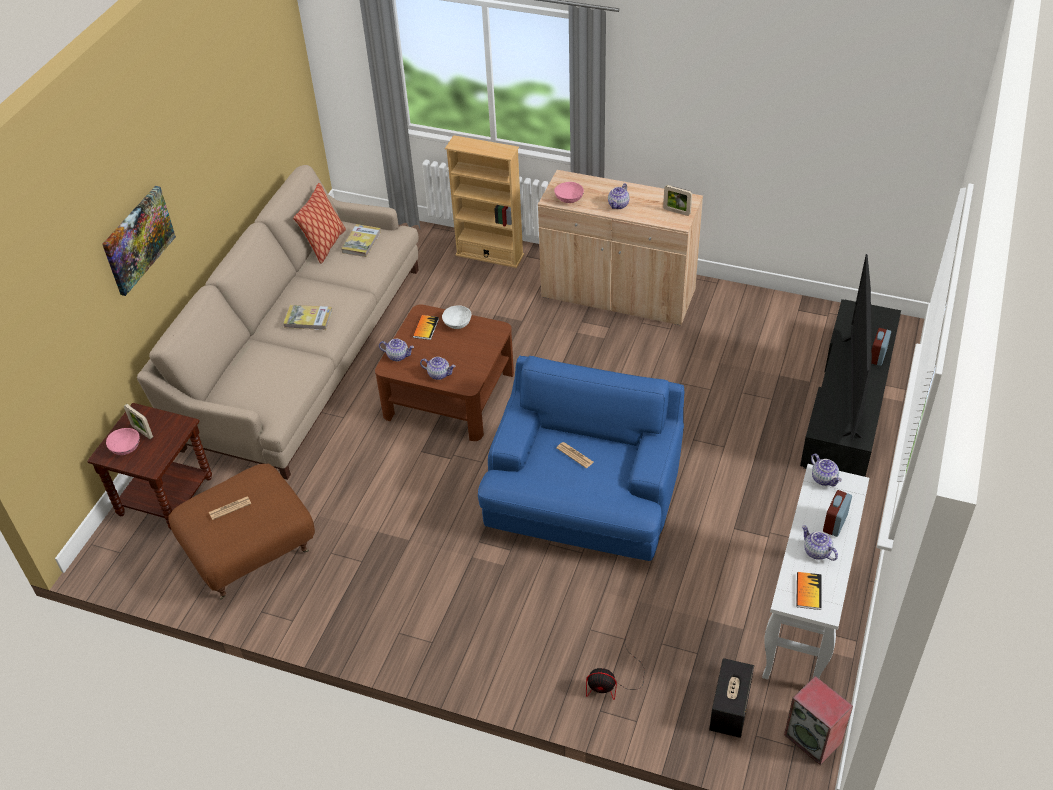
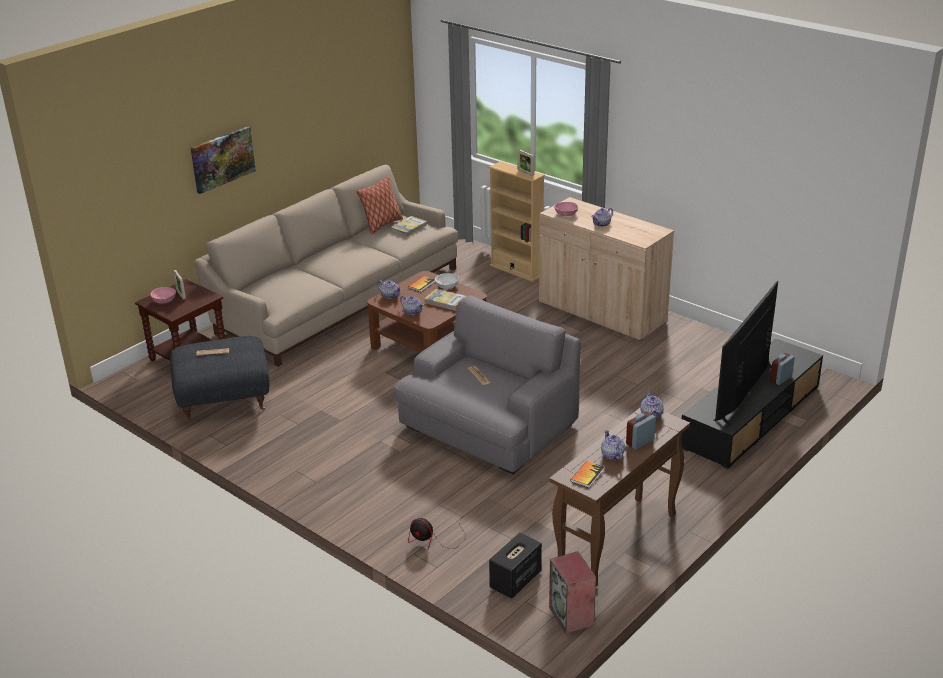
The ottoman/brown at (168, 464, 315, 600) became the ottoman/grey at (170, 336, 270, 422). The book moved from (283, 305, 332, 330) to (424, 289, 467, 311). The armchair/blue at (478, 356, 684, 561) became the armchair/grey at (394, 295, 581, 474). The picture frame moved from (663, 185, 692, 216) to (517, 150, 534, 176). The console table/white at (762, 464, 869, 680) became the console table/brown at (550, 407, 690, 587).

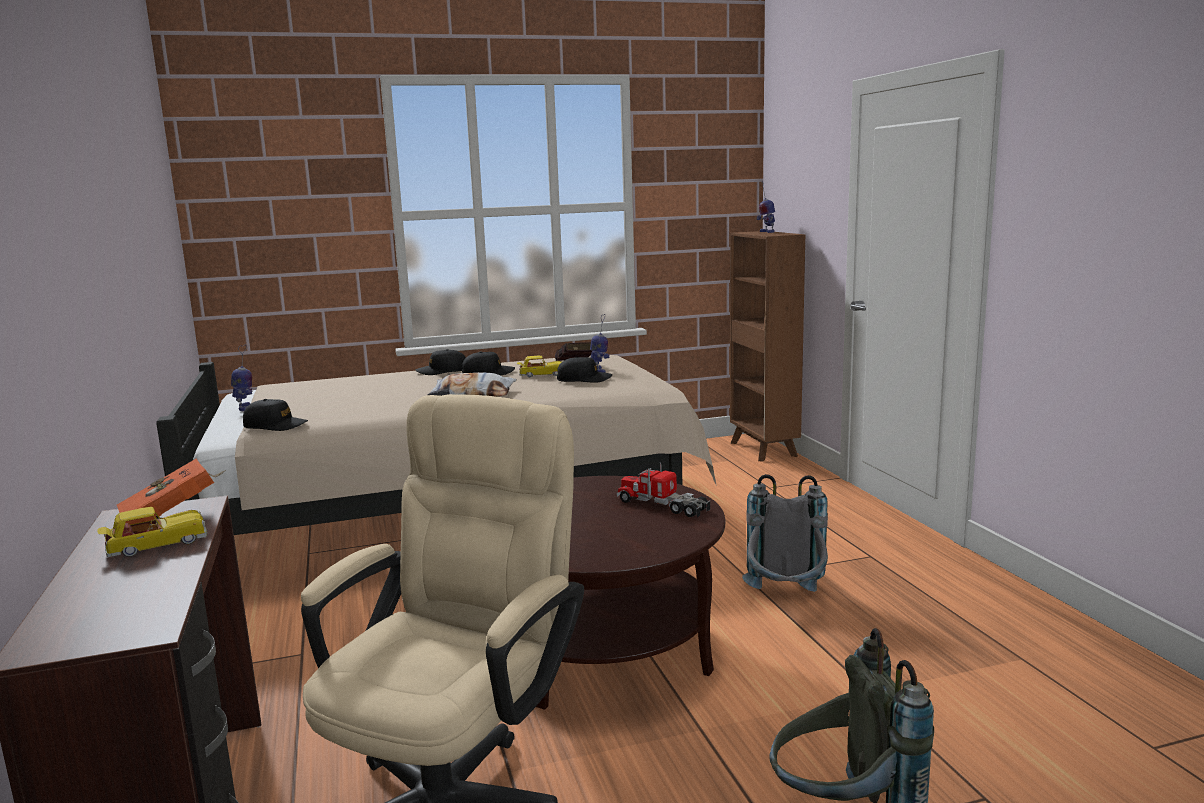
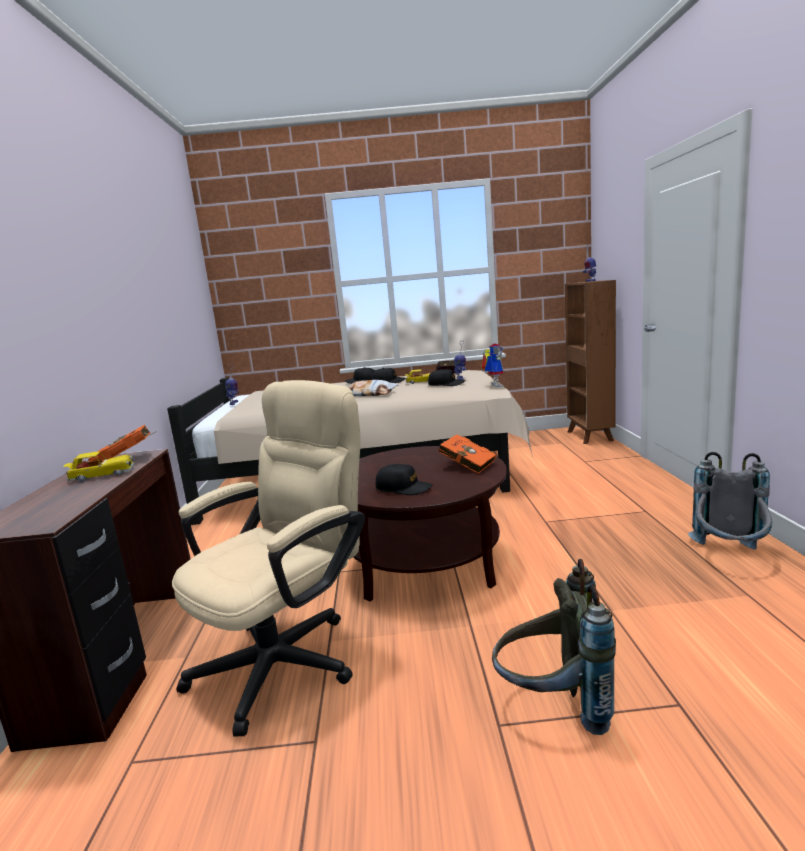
The cap/black moved from (243, 399, 308, 431) to (376, 464, 433, 495). The toy truck at (617, 463, 711, 518) was replaced by the book/orange at (438, 434, 496, 474). The backpack/grey moved from (742, 474, 828, 592) to (688, 452, 772, 550). The toy robot at (481, 344, 504, 387) appeared.

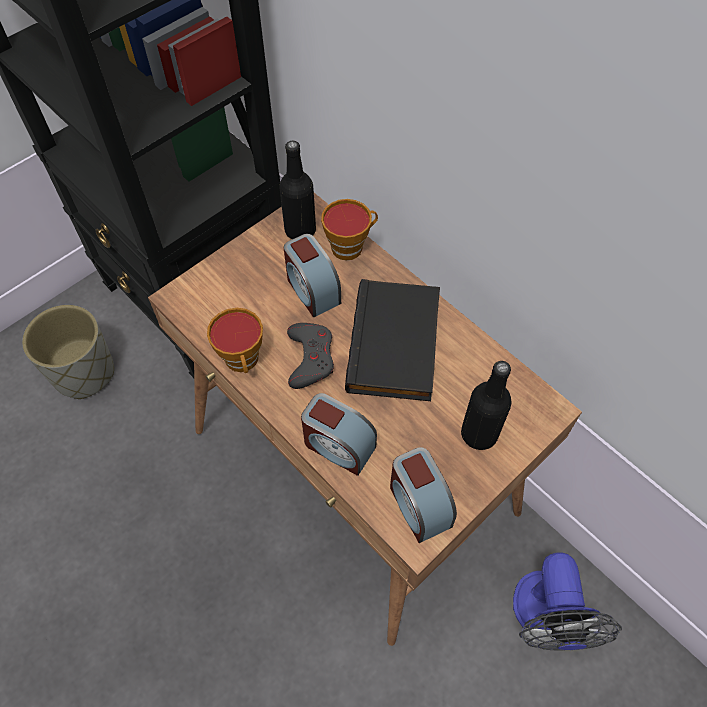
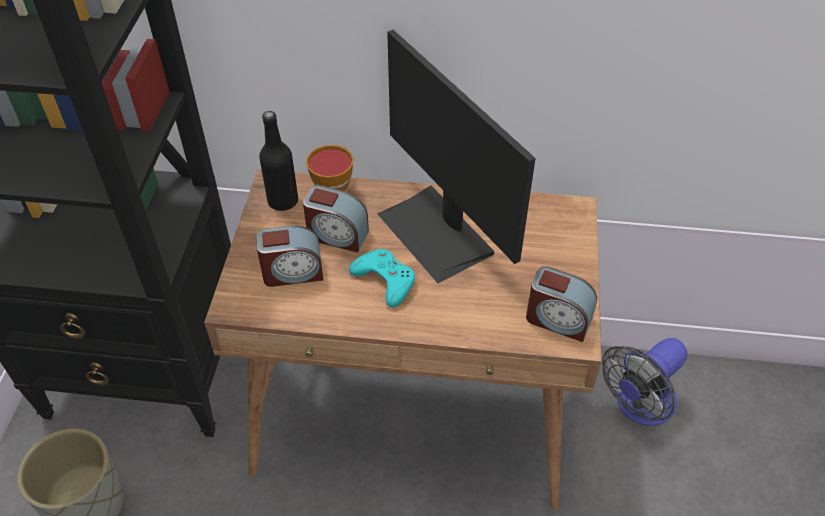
The cup at (207, 308, 263, 373) disappeared. The game controller/grey at (287, 323, 334, 389) became the game controller/turquoise at (349, 249, 415, 308). The alarm clock moved from (301, 393, 377, 476) to (256, 225, 323, 287). The book/black at (345, 279, 440, 401) was replaced by the monitor at (377, 30, 535, 283). The bottle/black at (461, 361, 512, 450) disappeared. The fan at (513, 552, 622, 651) turned 90 degrees clockwise.

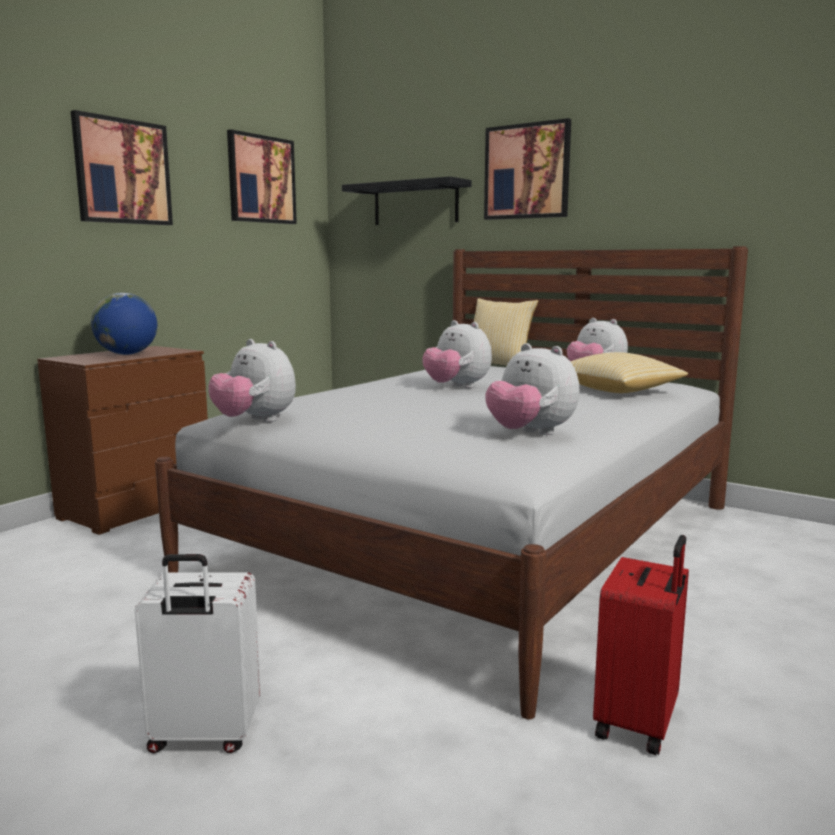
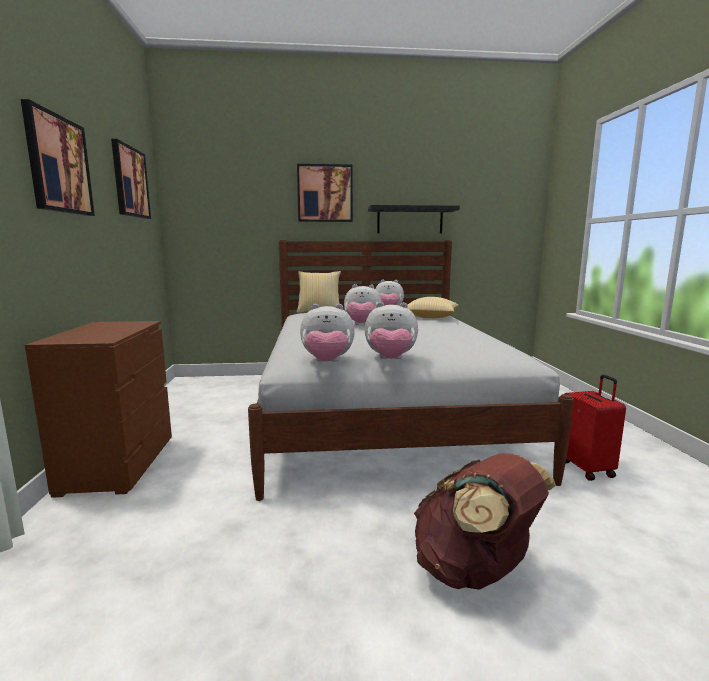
The globe at (91, 293, 157, 355) disappeared. The suitcase/white at (135, 554, 261, 753) was replaced by the backpack/brown at (414, 453, 556, 590). The shelf/black moved from (342, 176, 472, 225) to (368, 205, 460, 233). The plush toy moved from (486, 343, 579, 435) to (365, 302, 418, 359).

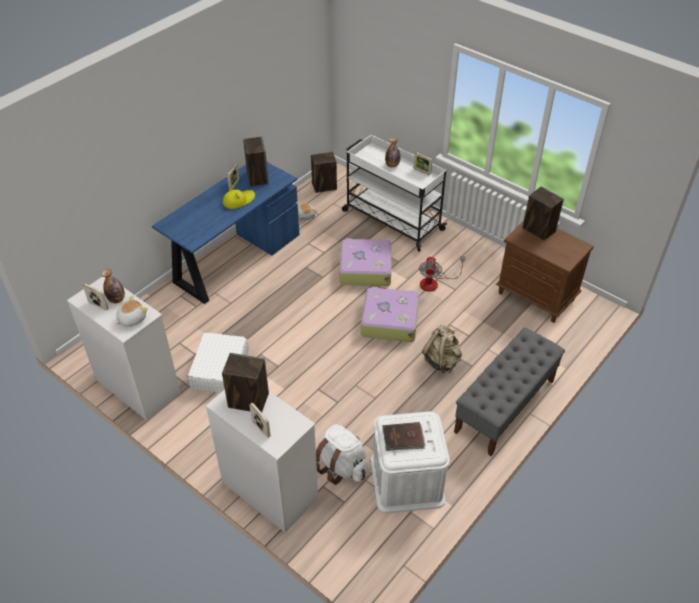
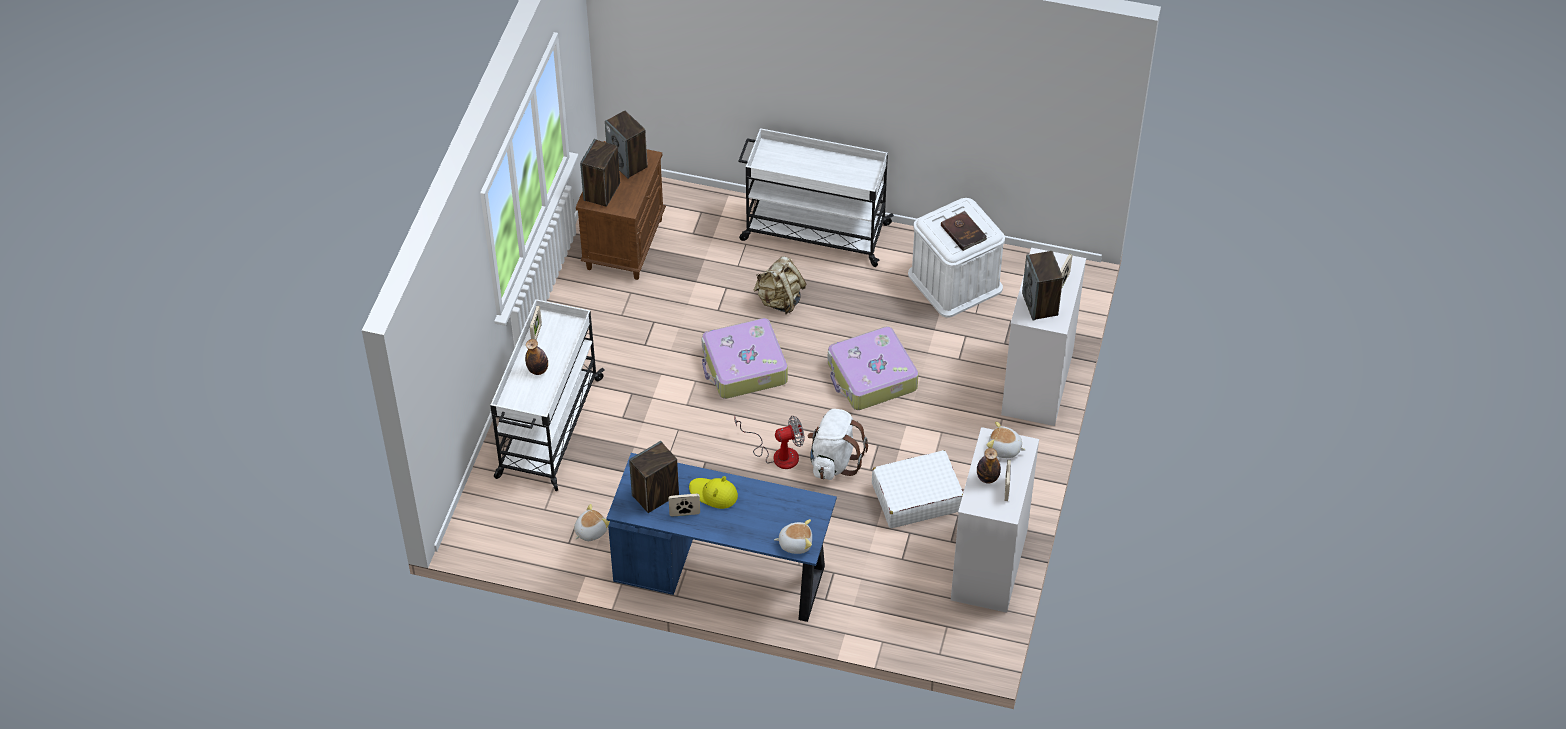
The speaker moved from (311, 152, 337, 193) to (605, 111, 648, 179). The backpack/white moved from (316, 424, 368, 485) to (808, 409, 868, 480). The suitcase moved from (339, 238, 391, 286) to (828, 326, 919, 410). The fan moved from (419, 256, 466, 292) to (735, 416, 805, 469). The bench/grey at (454, 327, 565, 456) was replaced by the cart/white at (738, 128, 894, 267). The plush toy at (774, 519, 812, 554) appeared.

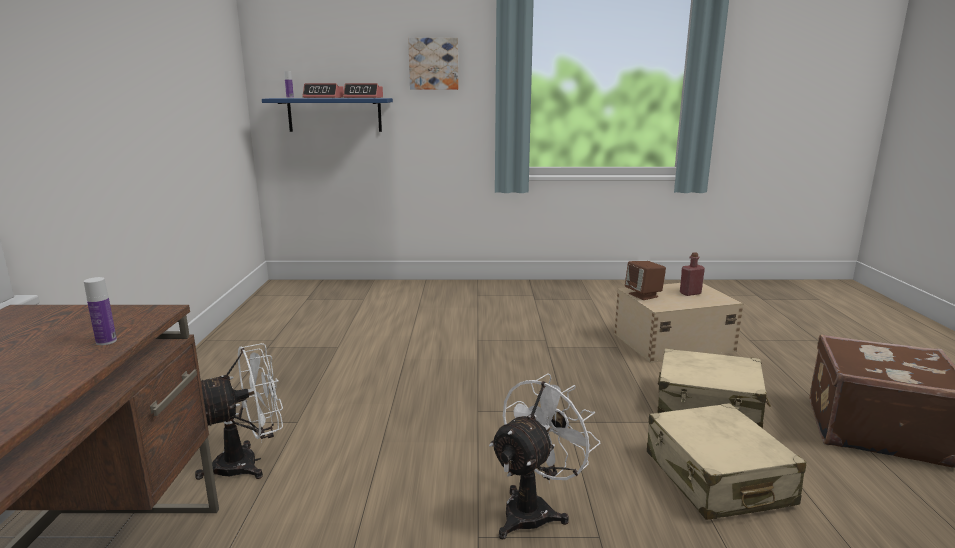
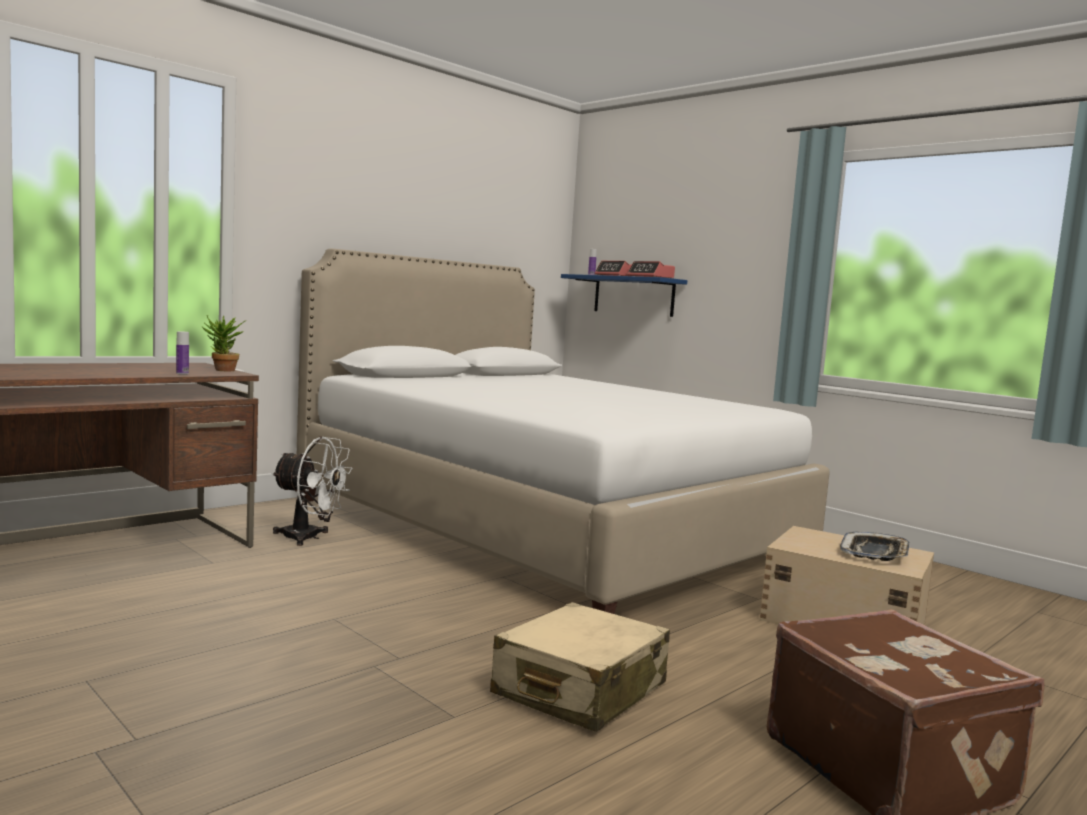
The picture at (408, 38, 458, 90) disappeared. The fan/white at (489, 373, 600, 540) disappeared. The speaker/brown at (625, 261, 666, 300) disappeared. The suitcase/beige at (657, 349, 771, 428) disappeared. The bottle/red at (680, 252, 705, 296) was replaced by the tray at (840, 532, 910, 561). The potted plant at (201, 315, 247, 371) appeared. The bed/white at (297, 249, 830, 614) appeared.

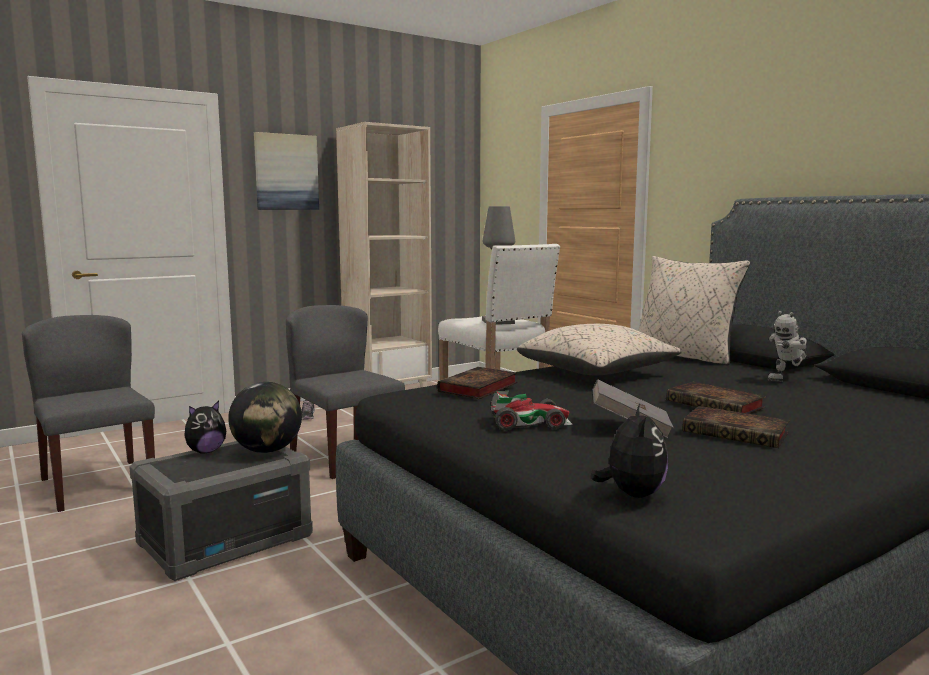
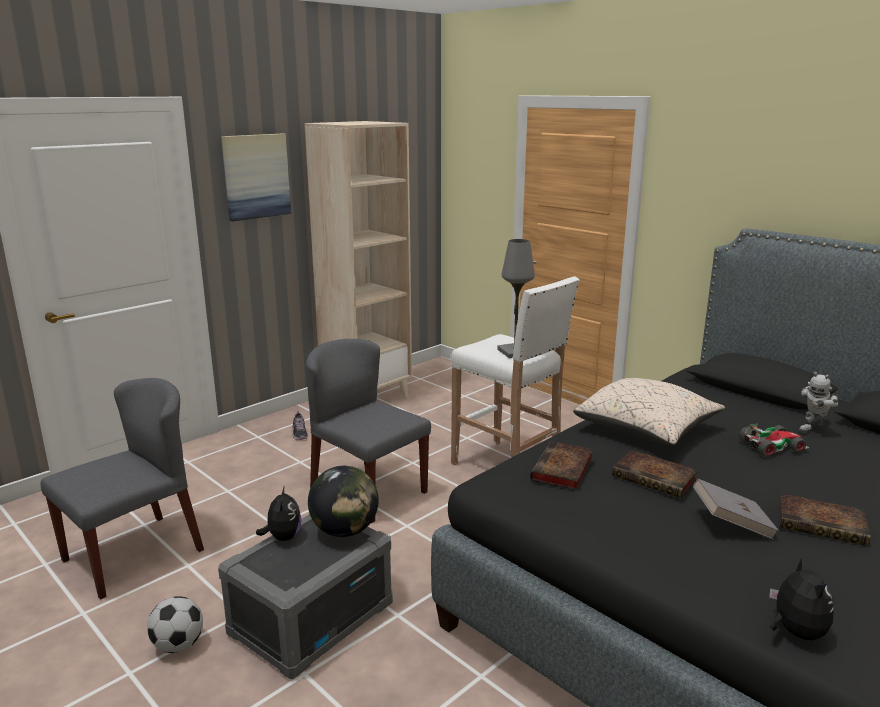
The chair/grey at (22, 315, 155, 512) turned 90 degrees clockwise. The plush toy at (184, 401, 226, 453) turned 45 degrees counterclockwise. The toy car moved from (490, 391, 573, 431) to (739, 424, 809, 457). The pillow/beige at (638, 256, 750, 365) disappeared. The book moved from (667, 382, 766, 414) to (612, 450, 698, 498). The football at (147, 596, 203, 653) appeared.

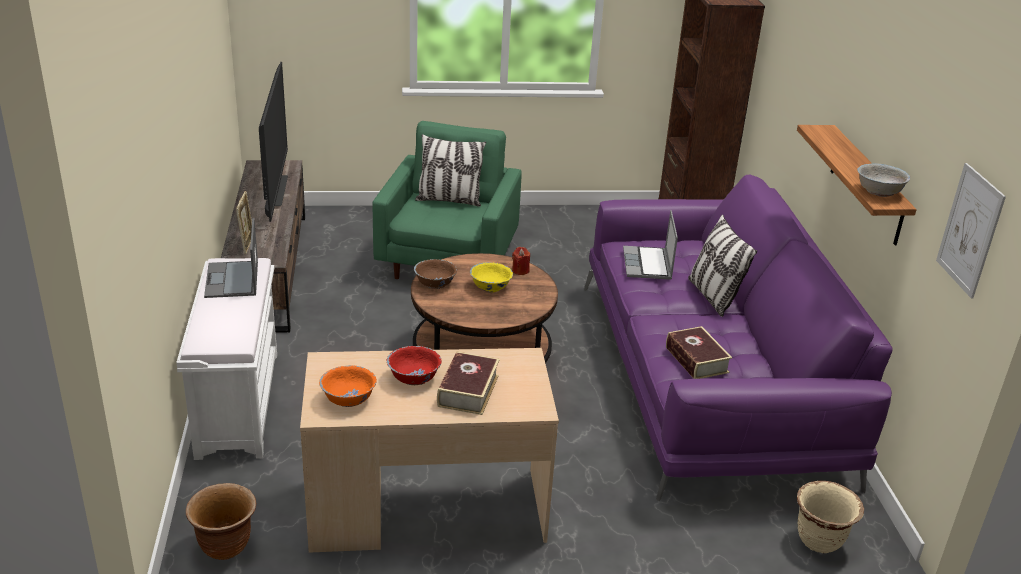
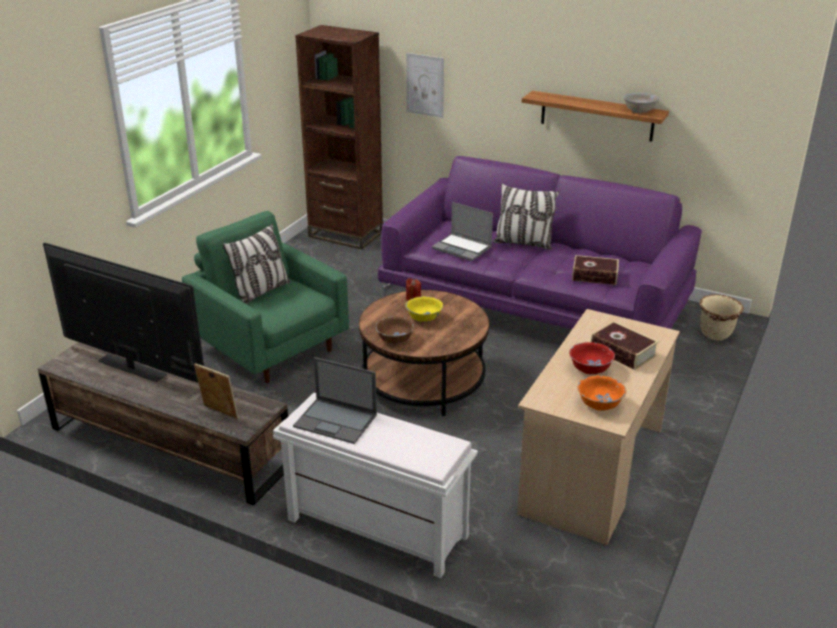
The planter/brown at (186, 483, 256, 560) disappeared. The picture moved from (936, 163, 1006, 298) to (406, 53, 444, 118).

